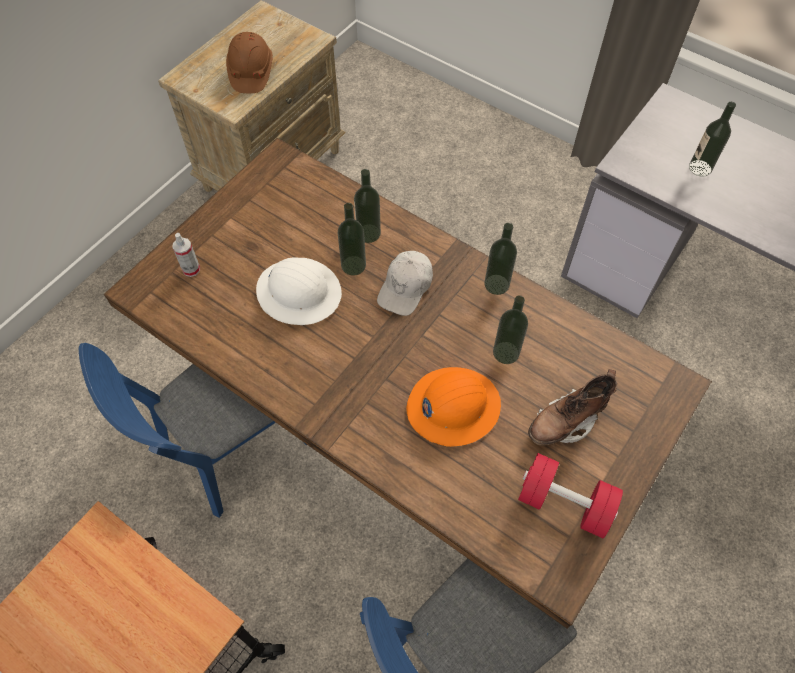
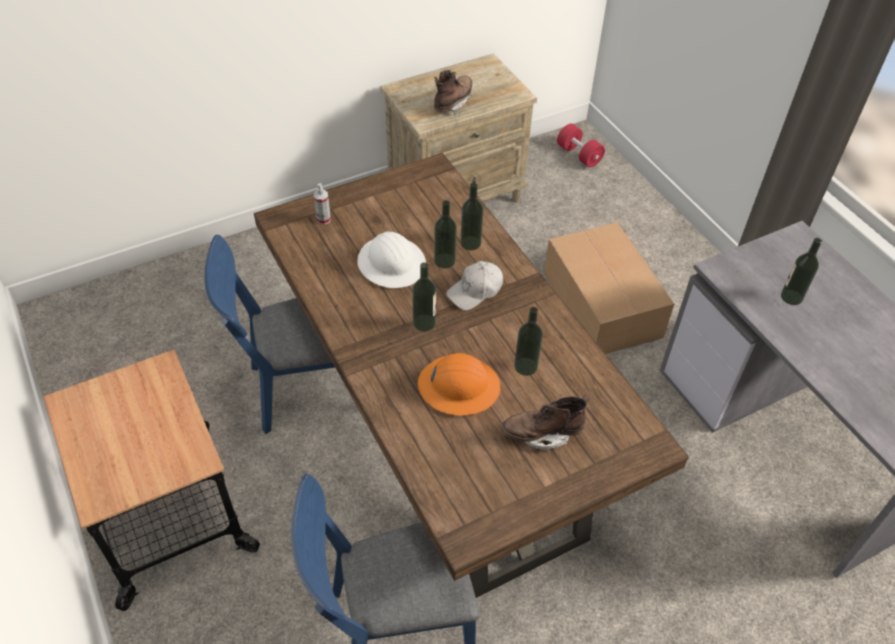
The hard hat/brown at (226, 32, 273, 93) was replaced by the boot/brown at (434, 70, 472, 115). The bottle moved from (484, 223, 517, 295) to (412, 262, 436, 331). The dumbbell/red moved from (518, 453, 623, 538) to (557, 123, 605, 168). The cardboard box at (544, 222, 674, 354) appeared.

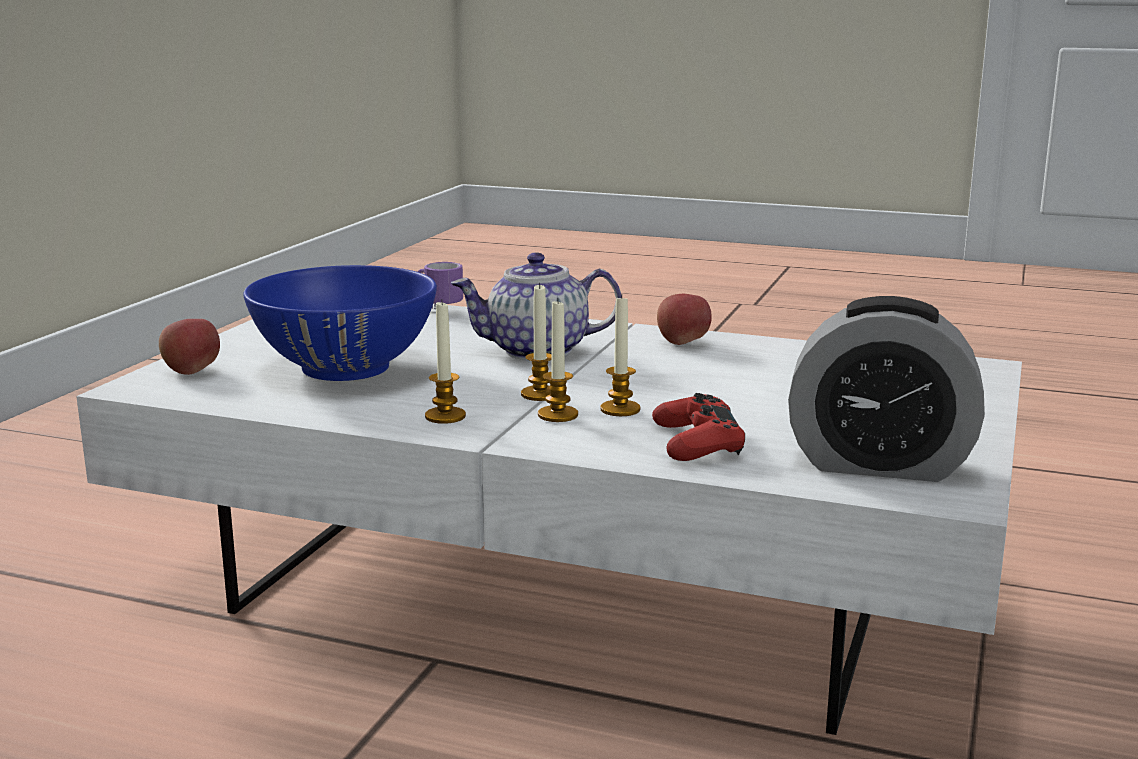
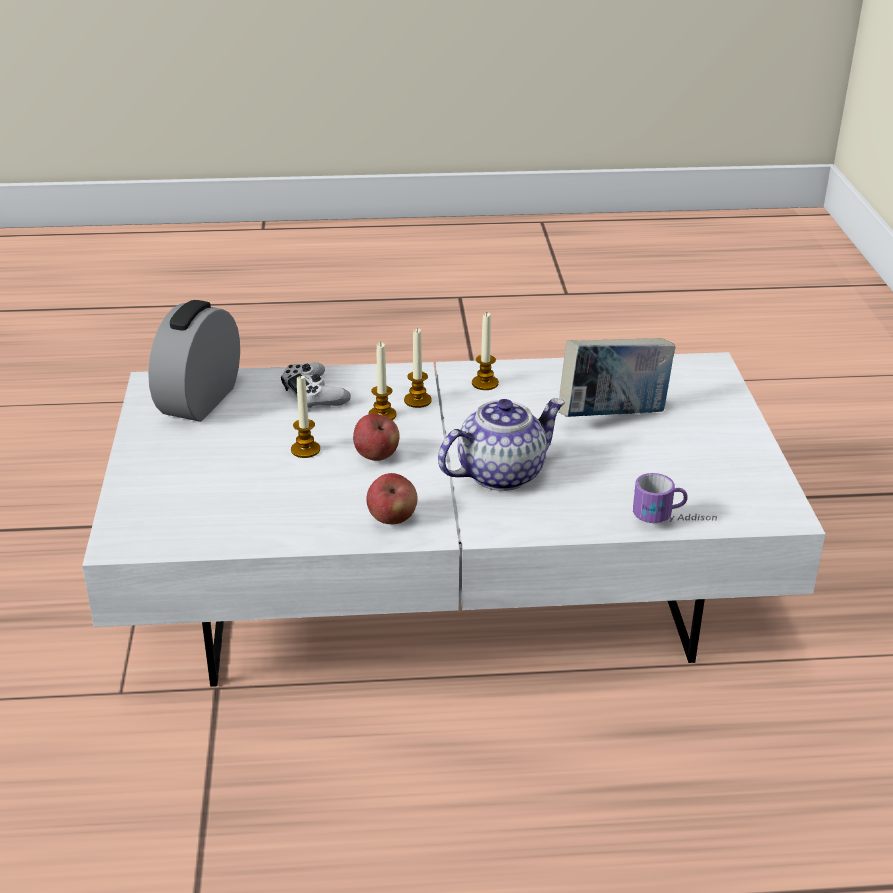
The apple moved from (159, 319, 220, 375) to (353, 414, 400, 461). The bowl/blue at (243, 265, 437, 381) was replaced by the book at (559, 338, 675, 417). The candle moved from (521, 282, 552, 401) to (291, 375, 320, 458). The game controller/red at (652, 393, 745, 461) became the game controller/white at (281, 362, 351, 408). The alarm clock at (788, 296, 985, 482) turned 60 degrees counterclockwise.

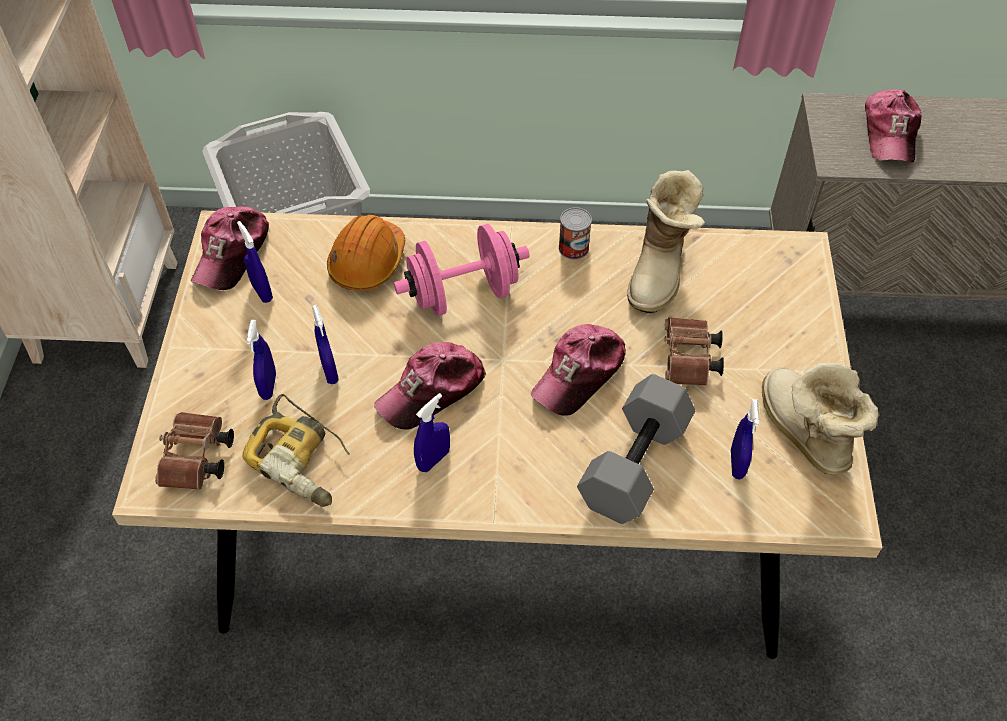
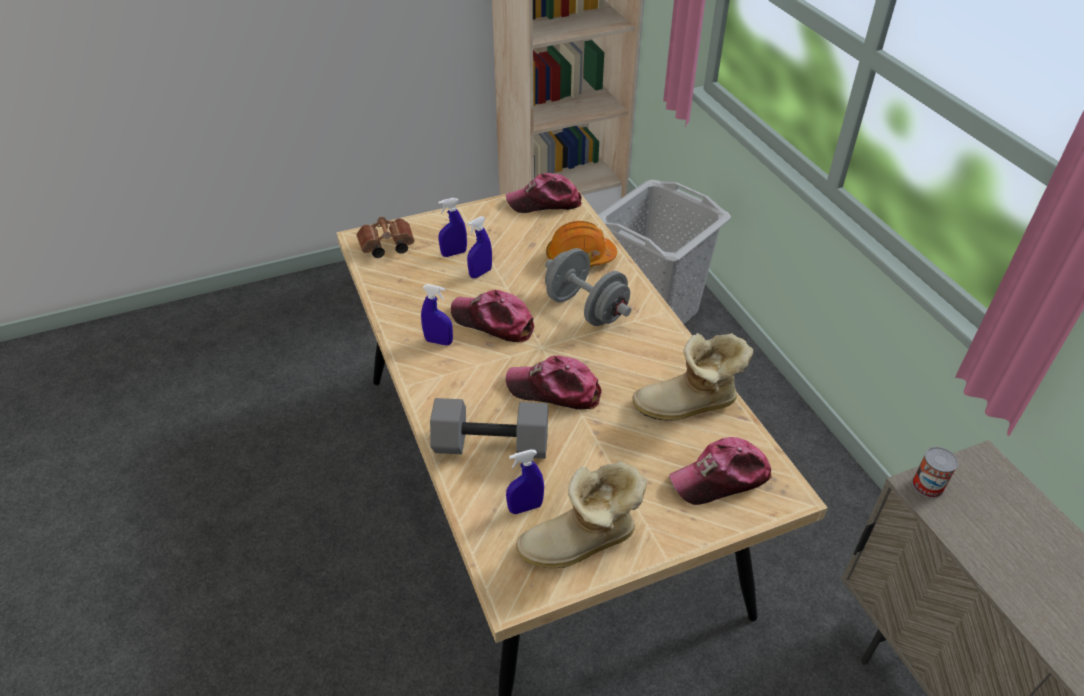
The spray bottle/blue at (237, 221, 273, 303) disappeared. The power drill at (242, 394, 350, 507) disappeared. The dumbbell/pink at (394, 224, 530, 316) became the dumbbell/grey at (545, 248, 631, 326). The can moved from (559, 207, 592, 260) to (912, 447, 958, 498). The binoculars/brown at (665, 317, 724, 385) disappeared. The boot at (762, 362, 878, 475) turned 150 degrees counterclockwise. The cap moved from (865, 89, 922, 163) to (669, 437, 772, 505).

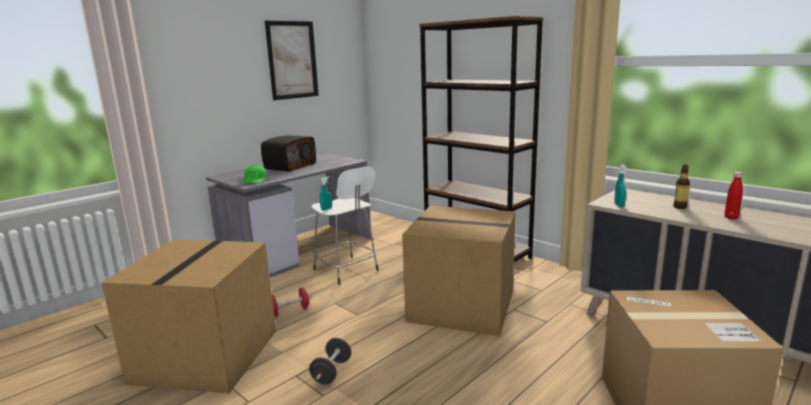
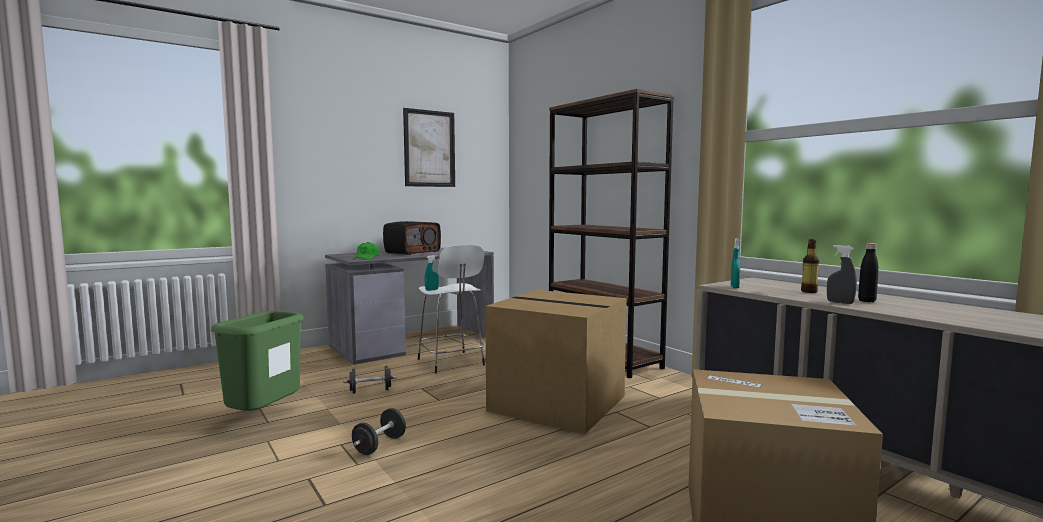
The cardboard box at (102, 240, 276, 394) was replaced by the trash can/green at (211, 311, 304, 411). The dumbbell/red at (272, 288, 312, 317) became the dumbbell/black at (343, 366, 397, 394). The bottle/red at (724, 172, 743, 219) became the bottle/black at (858, 243, 879, 302). The spray bottle/grey at (827, 245, 857, 304) appeared.

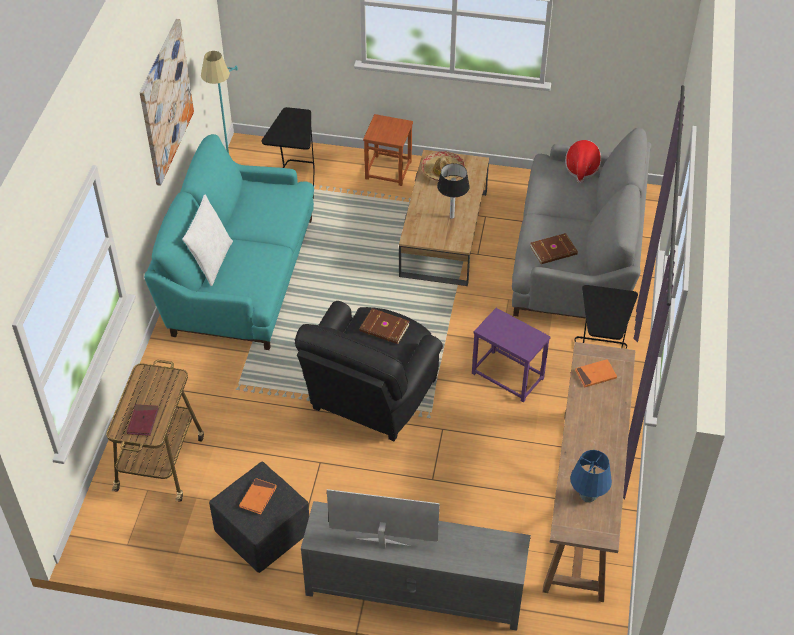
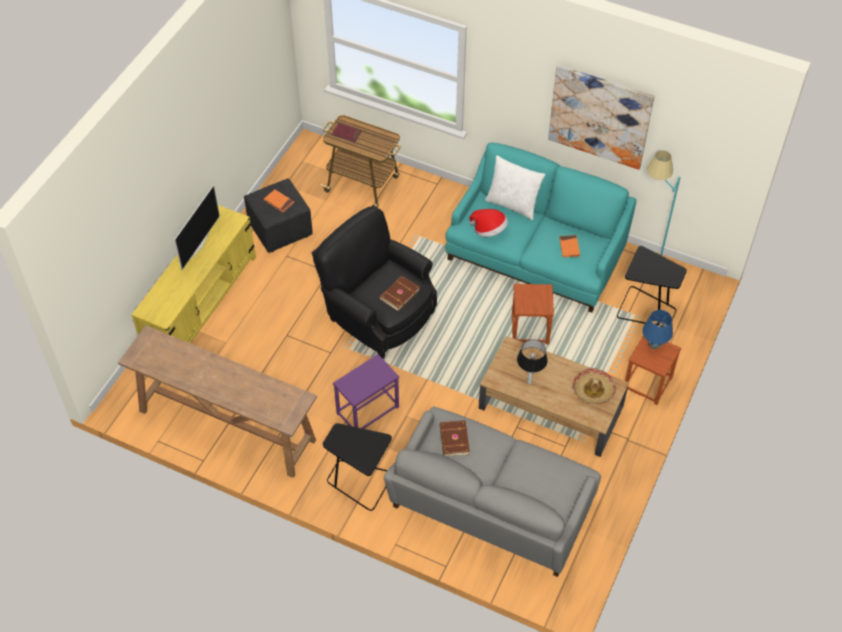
The tv stand/grey at (301, 501, 531, 631) became the tv stand/yellow at (132, 205, 256, 343). The hat moved from (565, 140, 601, 183) to (469, 209, 508, 237). The table lamp/blue moved from (570, 450, 612, 503) to (642, 310, 673, 349). The book/orange moved from (575, 359, 617, 388) to (559, 235, 580, 258). The stool/brown at (512, 284, 554, 344) appeared.

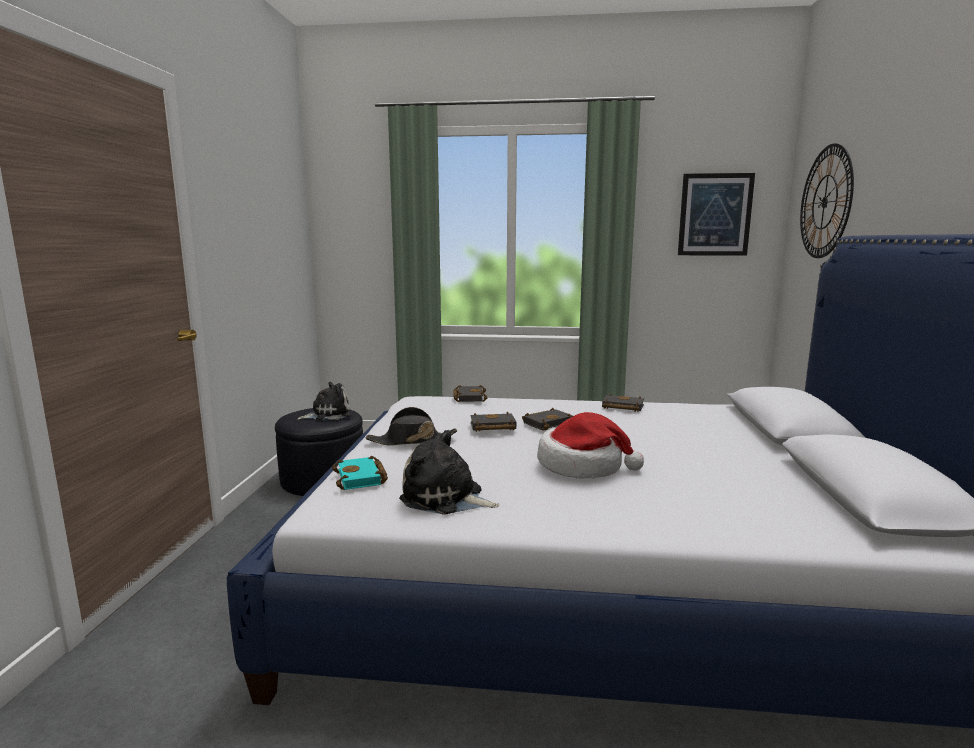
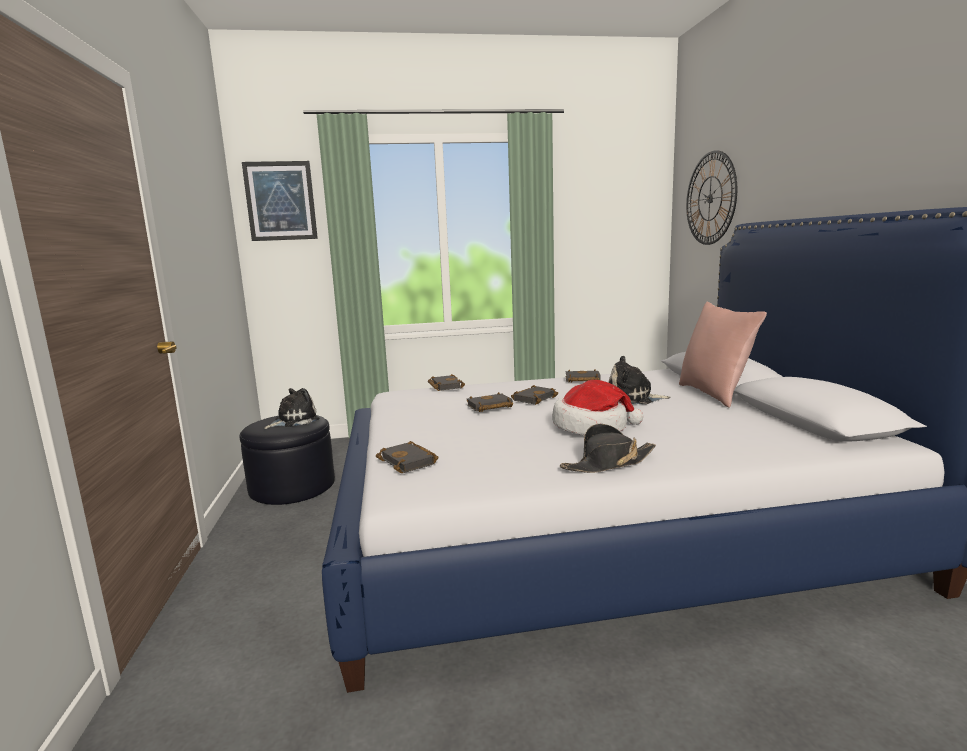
The book/turquoise at (332, 456, 388, 490) became the book/black at (376, 441, 438, 473). The hat/black moved from (366, 407, 457, 446) to (560, 424, 656, 473). The plush toy moved from (399, 430, 500, 515) to (608, 356, 671, 404). The picture moved from (678, 173, 755, 256) to (242, 161, 318, 241). The pillow/pink at (679, 302, 767, 408) appeared.

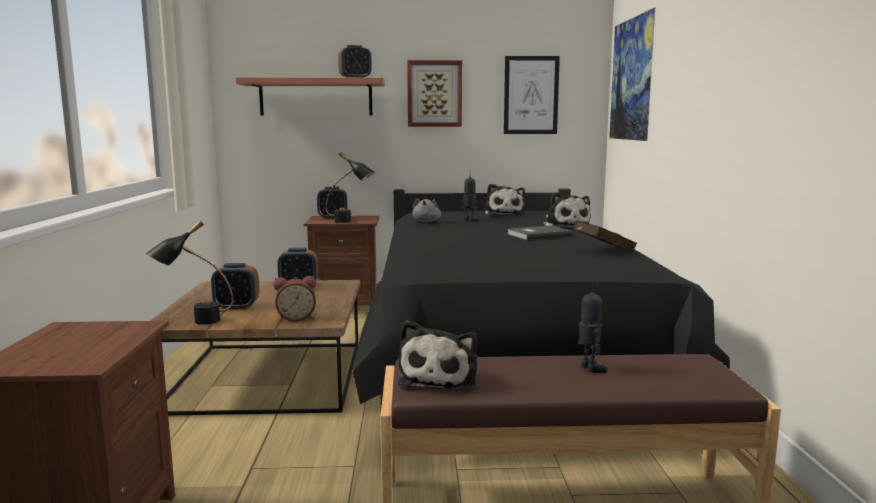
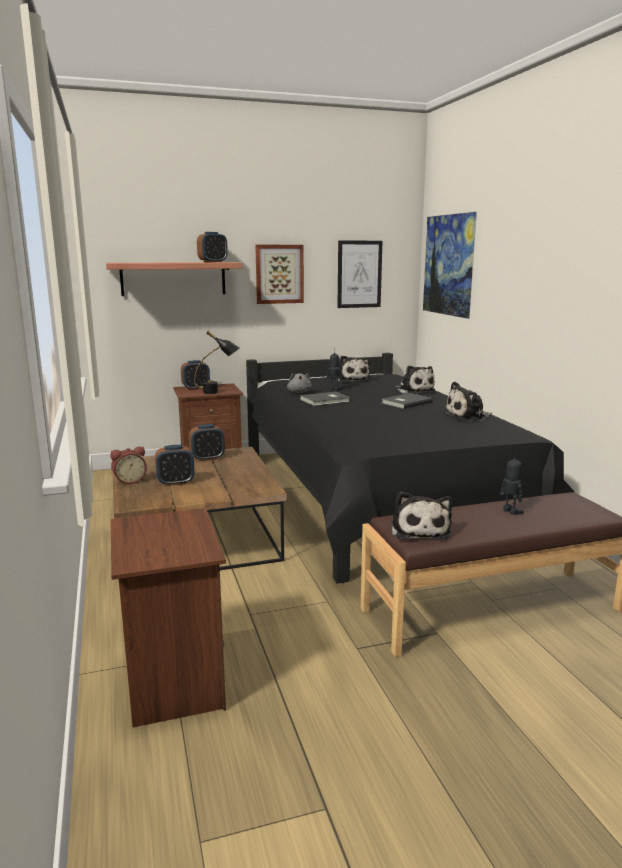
The table lamp/black at (146, 220, 234, 325) disappeared. The alarm clock moved from (273, 276, 316, 321) to (110, 447, 147, 484). The book/red at (573, 220, 637, 252) was replaced by the plush toy at (443, 381, 492, 421). The book/grey at (300, 392, 350, 406) appeared.

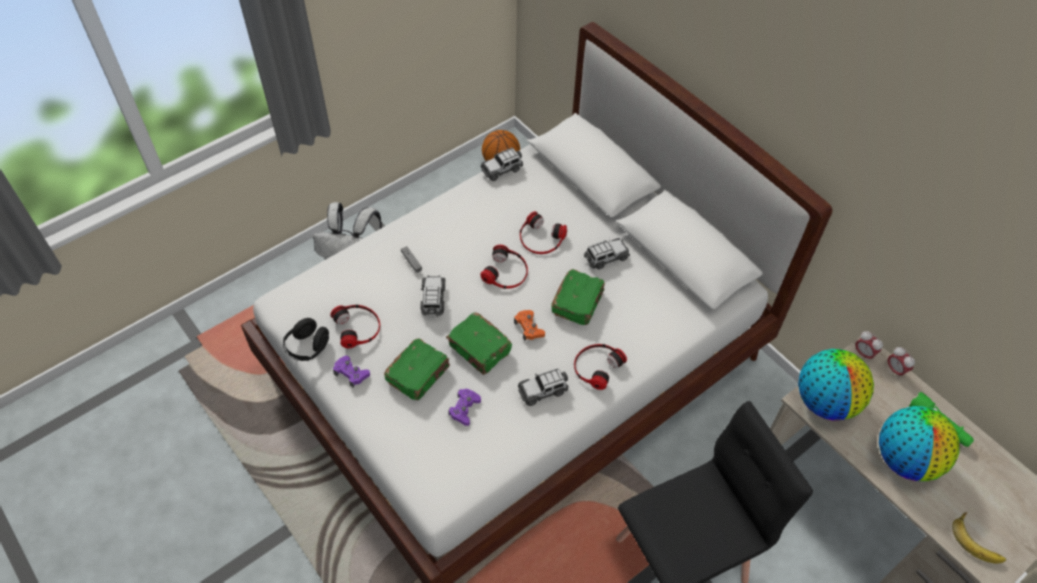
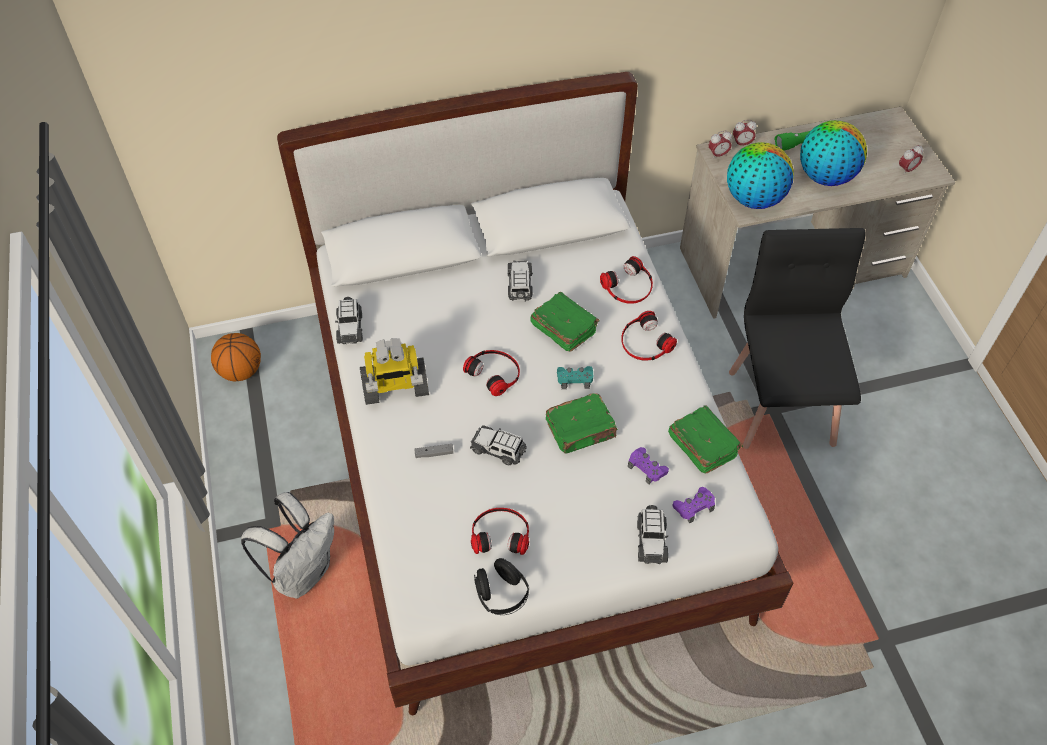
The game controller/purple moved from (333, 356, 370, 387) to (672, 487, 715, 524). The book/green moved from (384, 338, 450, 400) to (668, 406, 743, 473). The game controller/orange at (514, 310, 545, 341) became the game controller/turquoise at (557, 366, 593, 389). The toy car moved from (518, 368, 569, 406) to (637, 505, 668, 564). The headphones moved from (520, 211, 567, 254) to (600, 256, 653, 304). The banana at (952, 512, 1006, 563) was replaced by the alarm clock at (899, 145, 923, 175). The toy robot at (360, 338, 429, 405) appeared.

